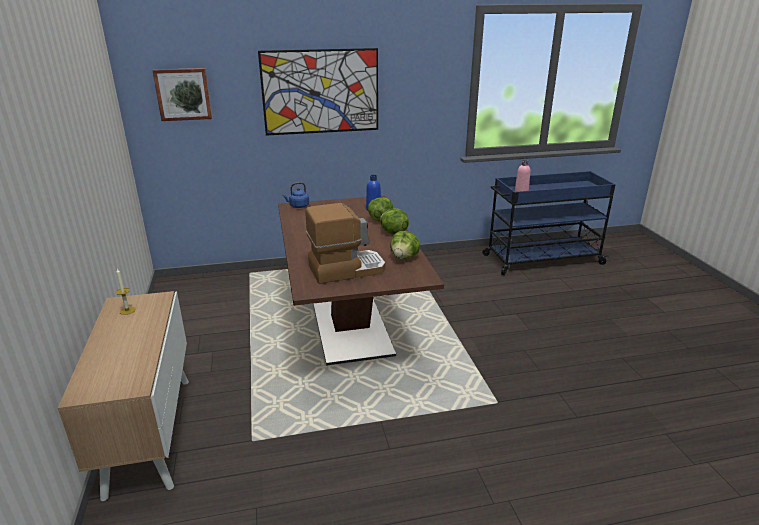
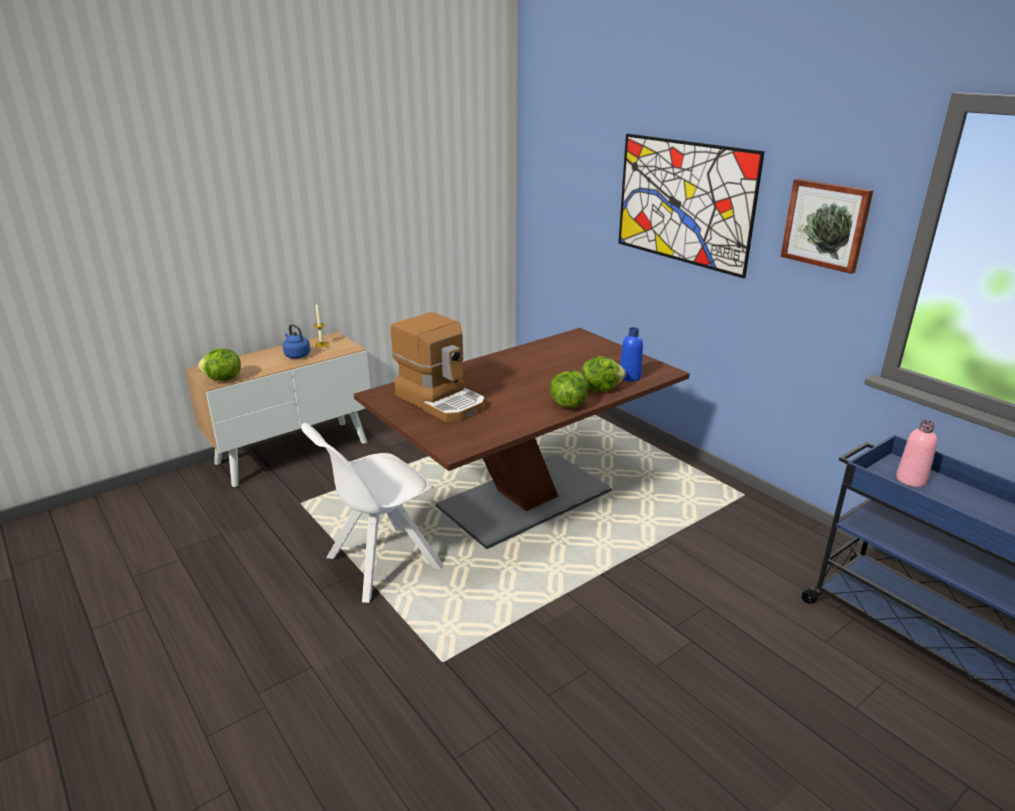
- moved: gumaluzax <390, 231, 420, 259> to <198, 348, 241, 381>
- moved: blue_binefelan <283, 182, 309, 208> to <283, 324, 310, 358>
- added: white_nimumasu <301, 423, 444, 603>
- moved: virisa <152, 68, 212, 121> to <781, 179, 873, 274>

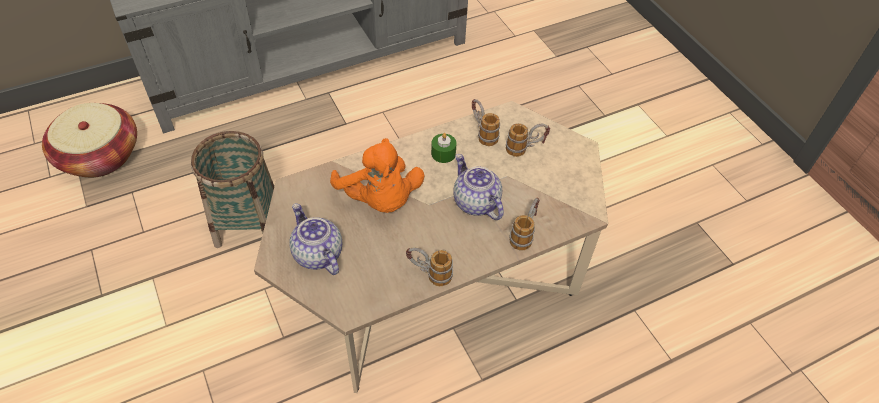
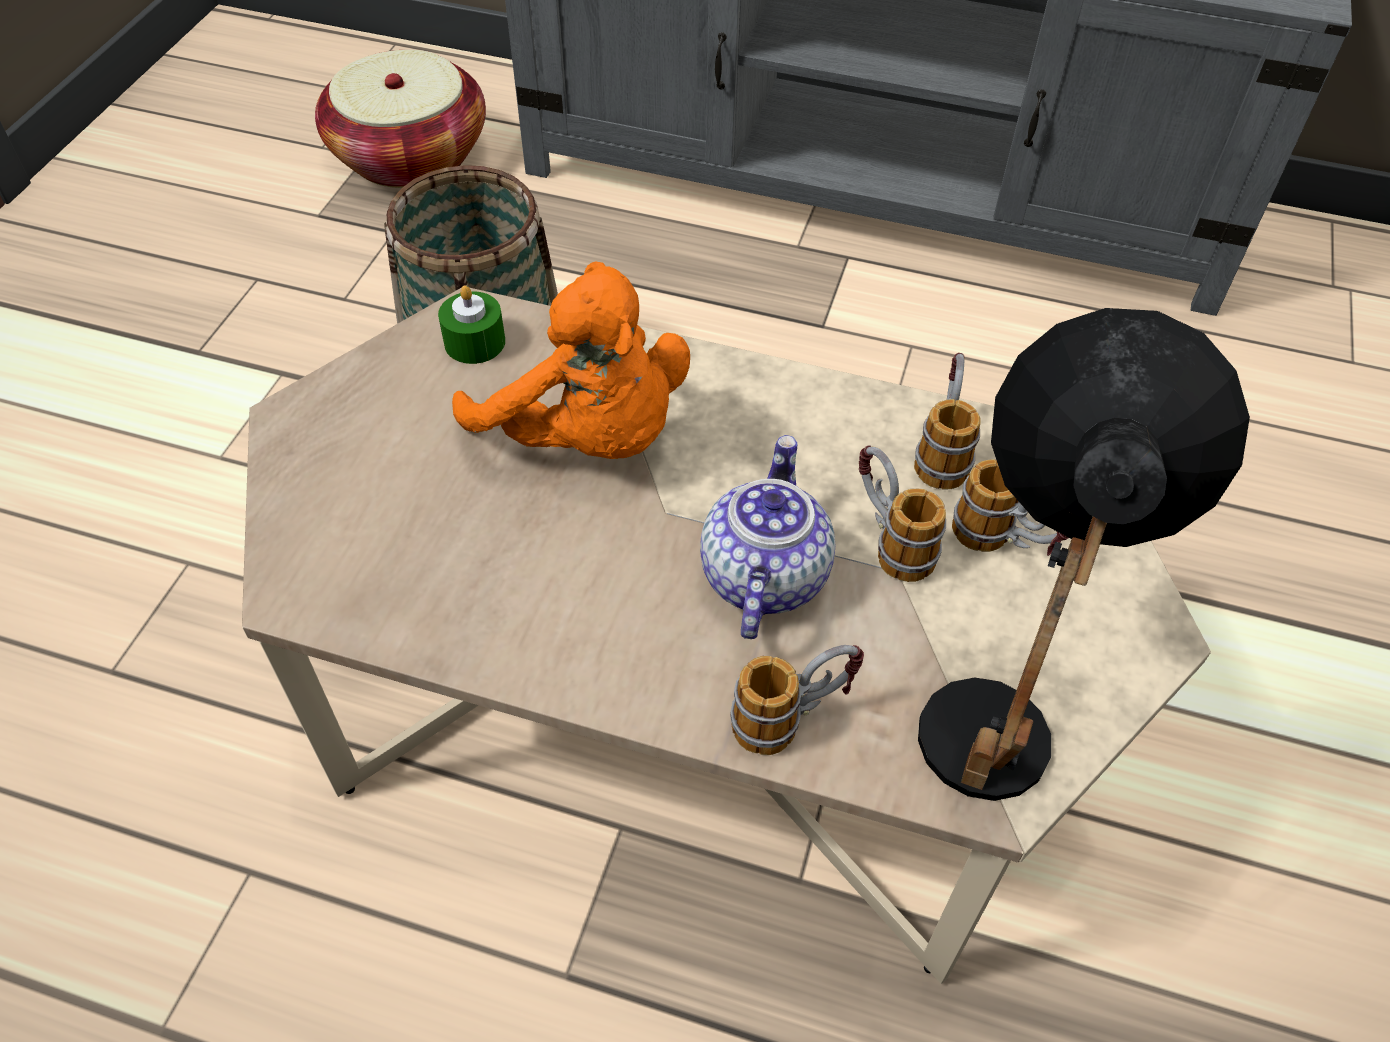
- moved: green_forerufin <431, 133, 457, 163> to <438, 285, 505, 364>
- turned: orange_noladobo <330, 138, 425, 213> = <452, 261, 690, 459> 60 degrees counterclockwise
- moved: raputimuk <406, 247, 453, 287> to <859, 445, 946, 582>
- added: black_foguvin <918, 308, 1250, 801>
- removed: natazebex <289, 203, 342, 275>

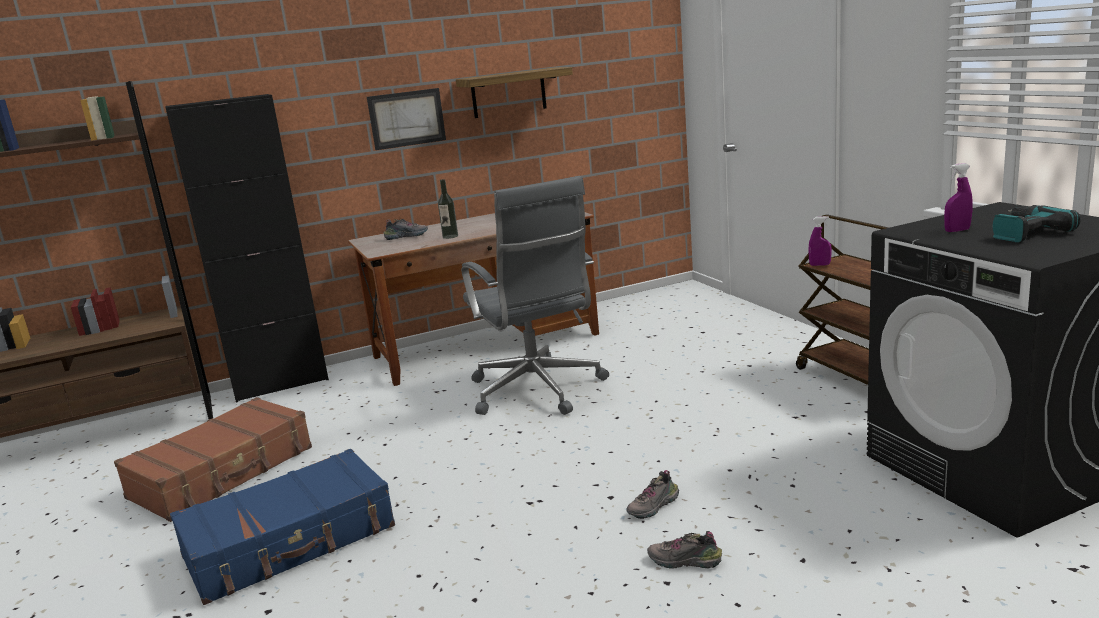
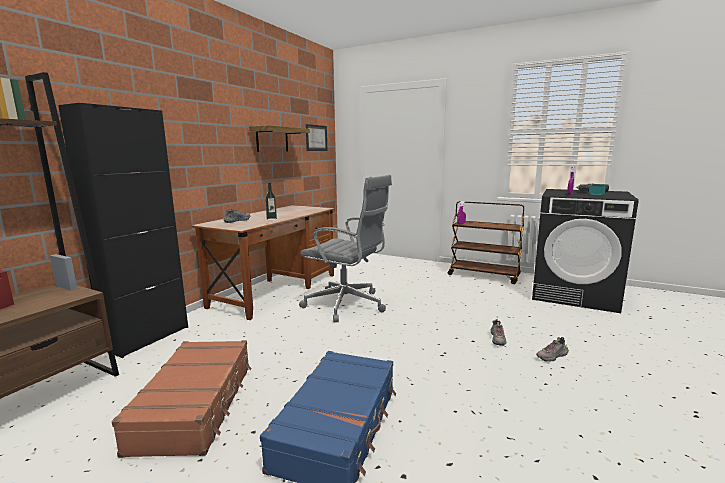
- moved: virisa <367, 88, 446, 150> to <306, 124, 328, 151>

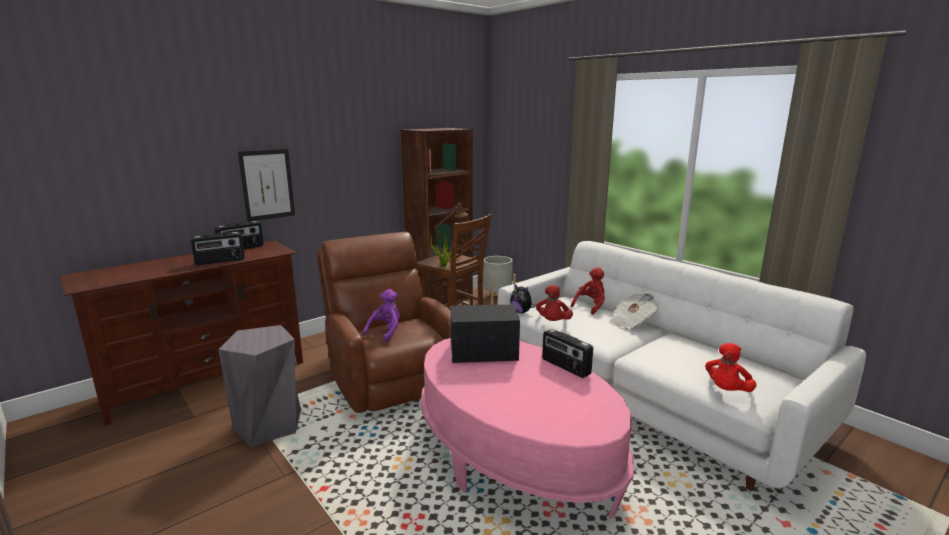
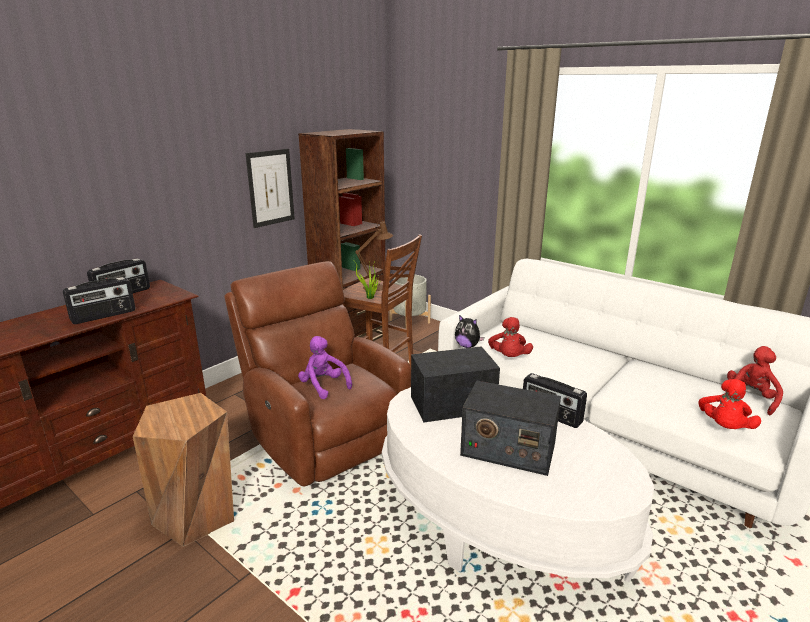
- recoloured: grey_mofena <218, 325, 301, 447> to brown_mofena <133, 393, 234, 547>
- moved: virisa <238, 149, 295, 221> to <246, 149, 295, 228>
- turned: purple_noladobo <363, 289, 400, 343> = <298, 336, 352, 399> 60 degrees counterclockwise
- recoloured: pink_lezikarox <420, 338, 634, 518> to white_lezikarox <382, 387, 654, 582>
- added: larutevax <460, 381, 561, 476>
- moved: red_noladobo <571, 267, 605, 314> to <727, 346, 783, 415>
- removed: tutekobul <609, 293, 659, 328>

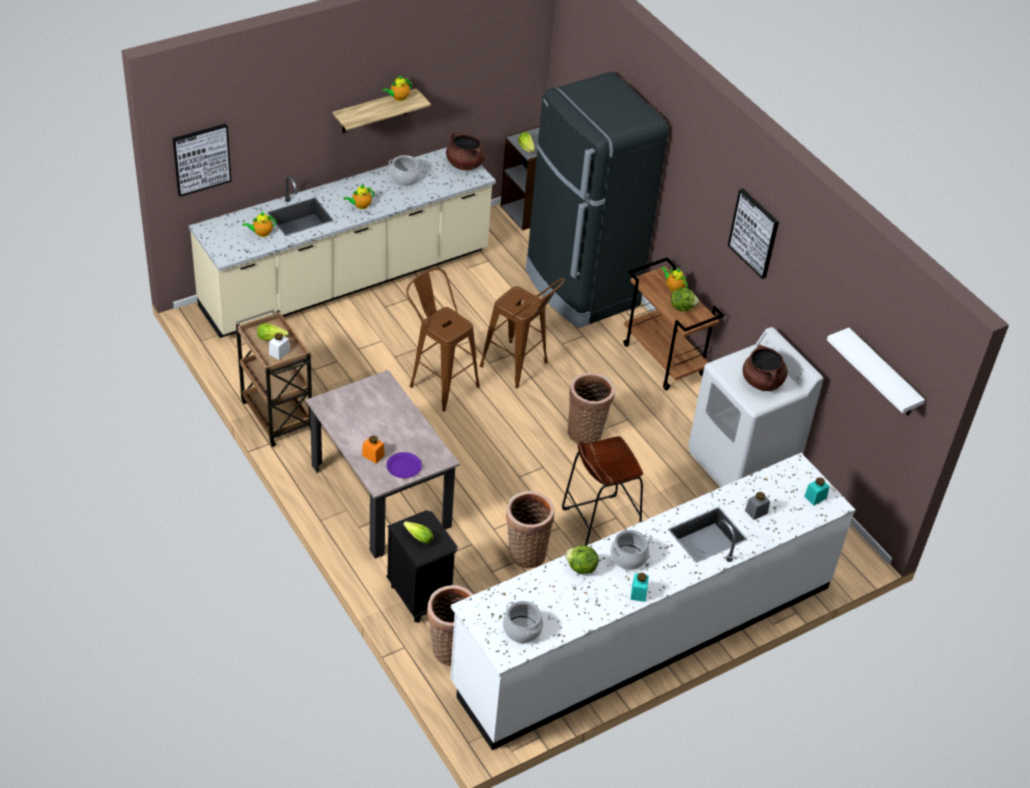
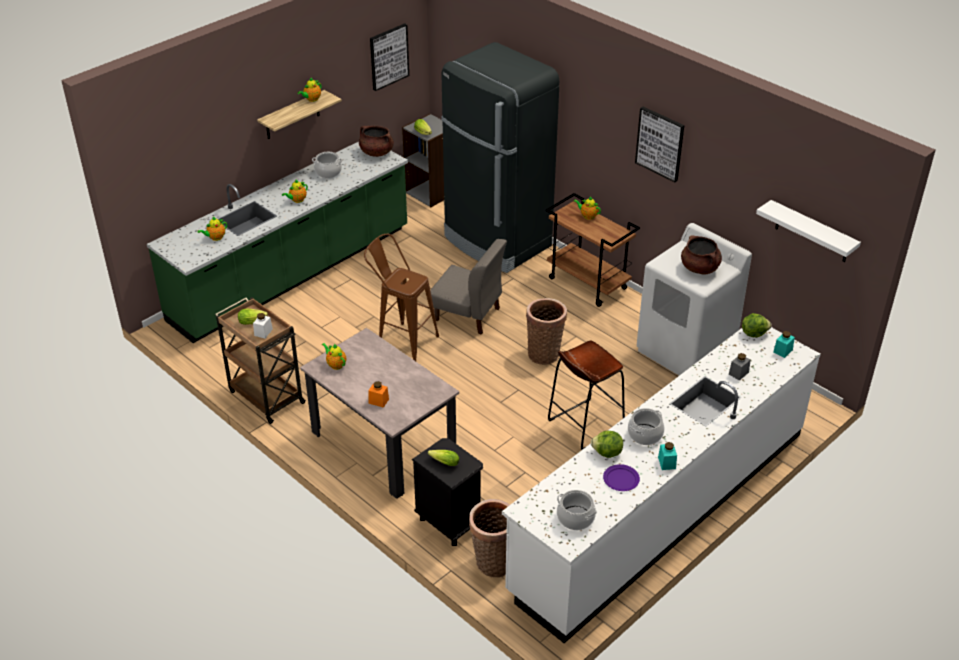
- recoloured: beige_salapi <189, 148, 496, 338> to green_salapi <147, 142, 408, 343>
- added: natazebex <322, 343, 346, 370>
- moved: virisa <173, 124, 232, 197> to <370, 23, 409, 91>
- replaced: brown_mofena <480, 278, 565, 388> to grey_nimumasu <430, 239, 507, 335>
- moved: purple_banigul <386, 452, 422, 478> to <603, 464, 640, 491>
- moved: gumaluzax <671, 287, 699, 311> to <742, 313, 772, 337>
- removed: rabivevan <506, 491, 554, 569>

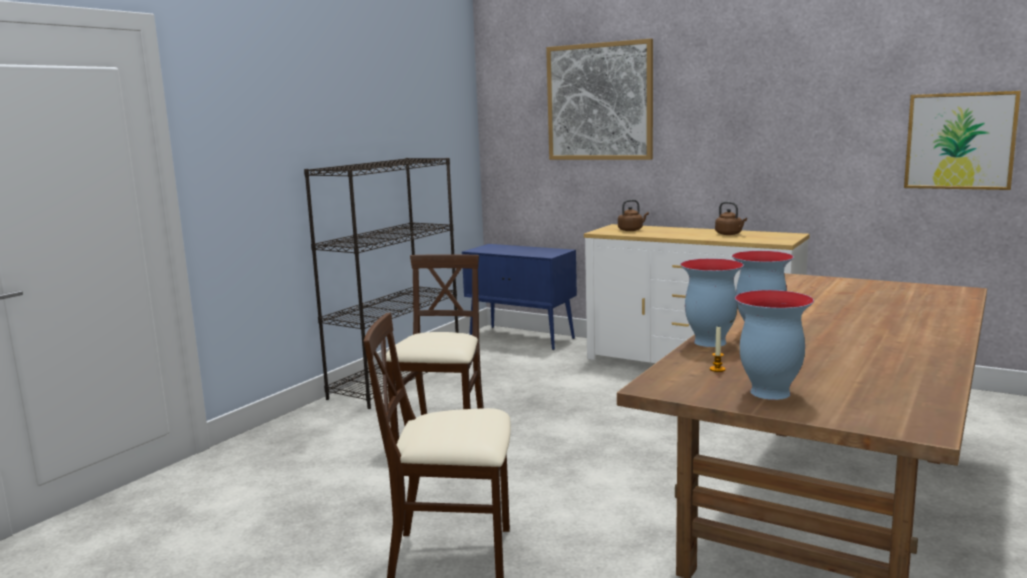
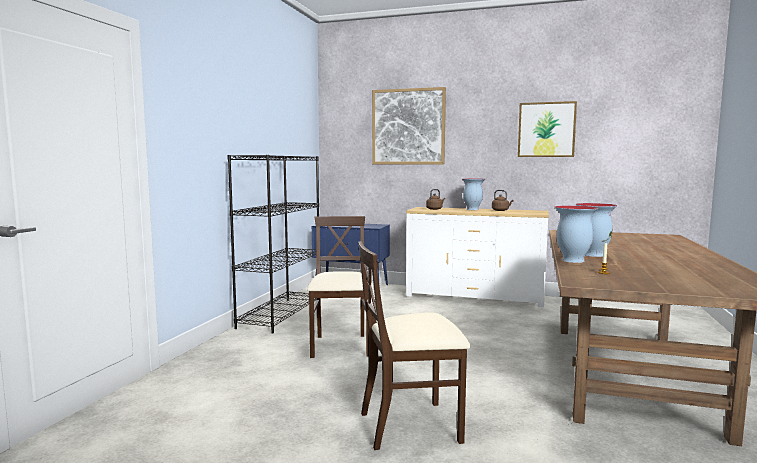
- moved: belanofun <735, 290, 814, 400> to <462, 178, 485, 210>
- moved: virisa <904, 91, 1021, 190> to <518, 101, 577, 157>

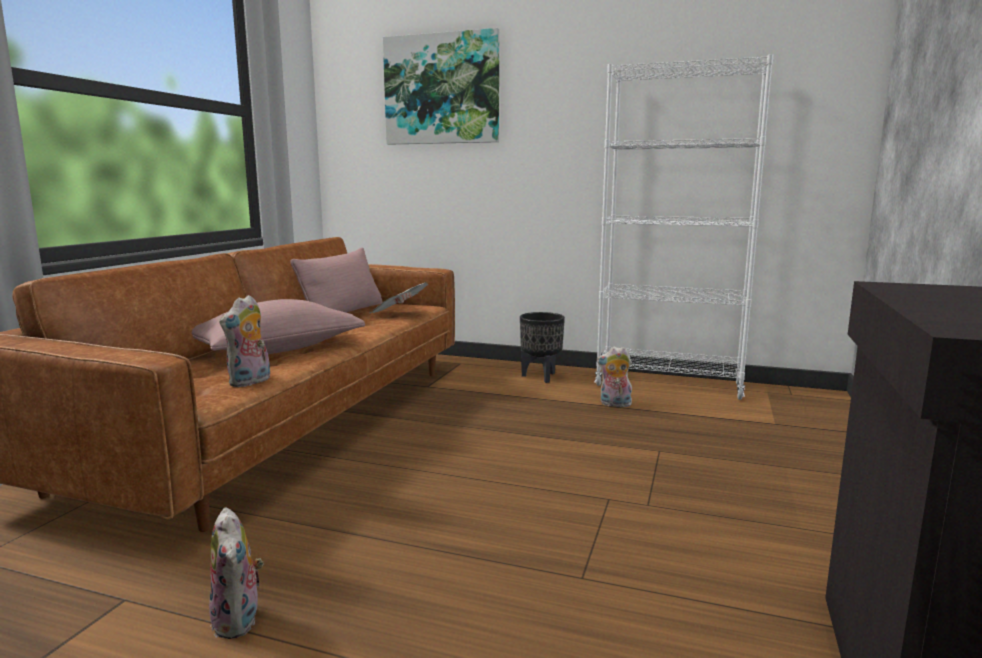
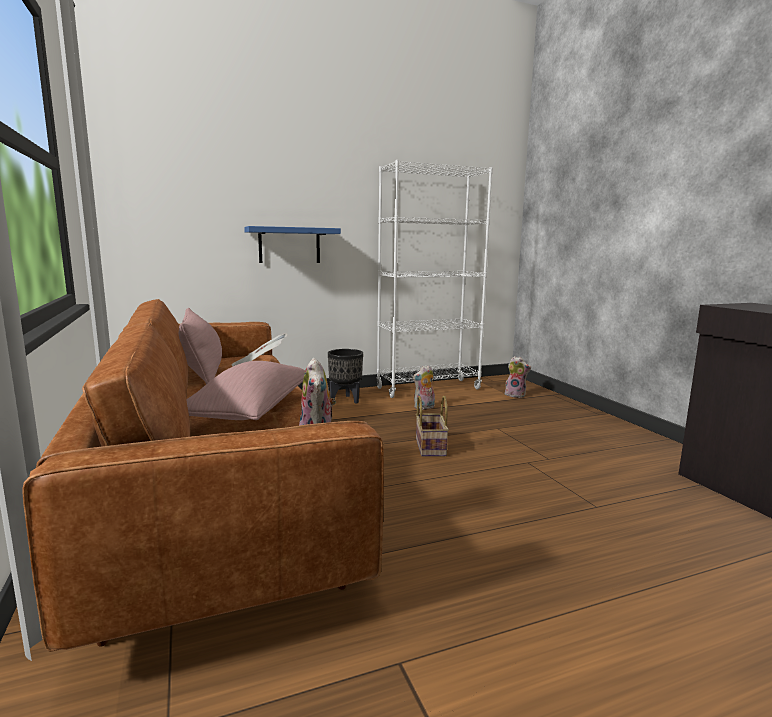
- added: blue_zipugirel <244, 226, 341, 263>
- added: rabivevan <416, 396, 449, 457>
- moved: noladobo <209, 507, 264, 639> to <505, 356, 531, 398>
- removed: virisa <383, 28, 499, 145>

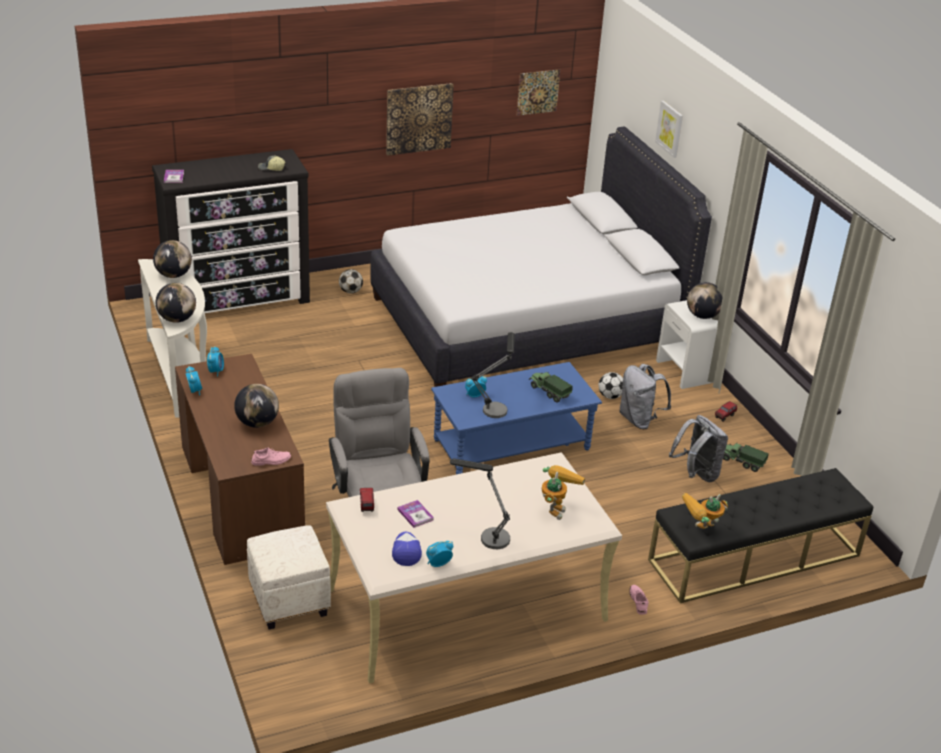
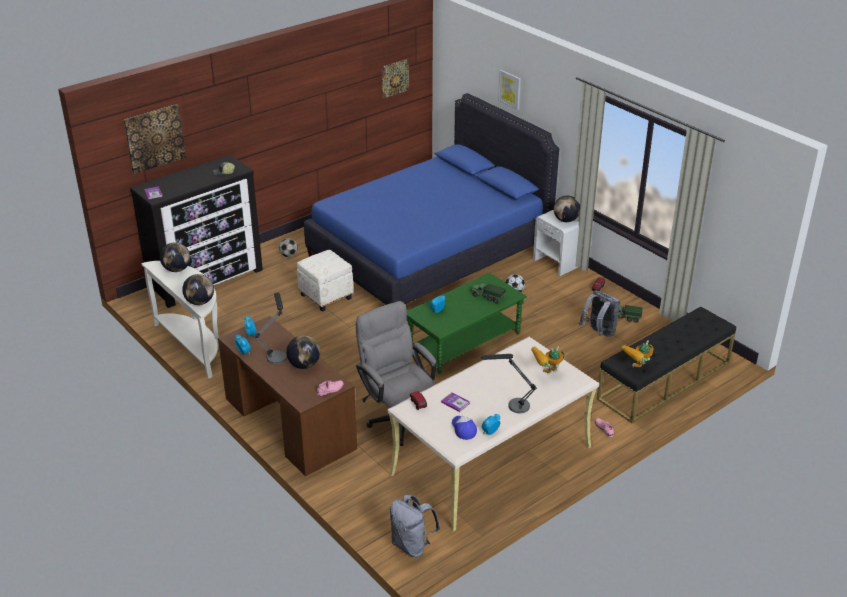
- moved: virisa <386, 83, 454, 155> to <123, 104, 186, 174>
- moved: foguvin <471, 332, 515, 418> to <253, 293, 287, 364>
- moved: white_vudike <247, 525, 331, 630> to <297, 250, 354, 312>
- recoloured: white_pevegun <370, 127, 712, 387> to blue_pevegun <304, 93, 559, 305>
- moved: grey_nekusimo <619, 364, 671, 429> to <390, 494, 440, 557>
- recoloured: blue_lezikarox <431, 362, 602, 475> to green_lezikarox <407, 273, 527, 374>
- turned: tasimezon <542, 465, 585, 520> = <531, 346, 566, 373> 120 degrees counterclockwise

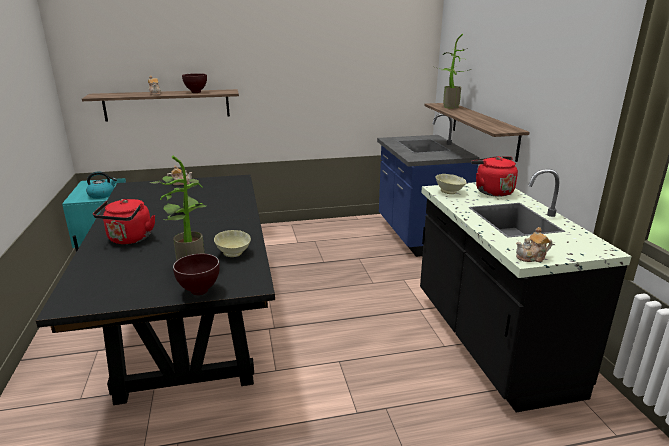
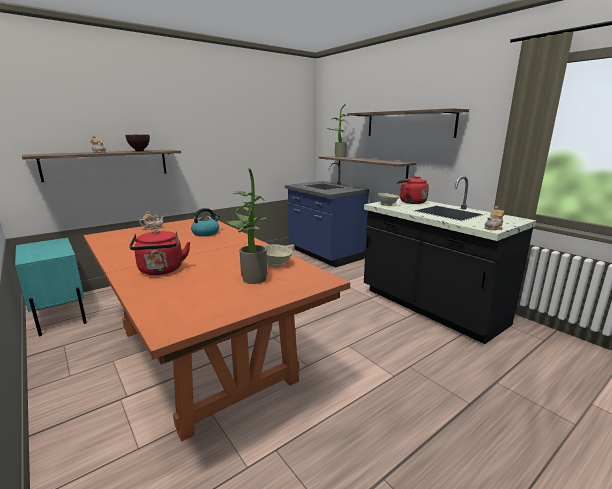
- recoloured: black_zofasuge <36, 175, 275, 405> to orange_zofasuge <84, 216, 350, 442>
- moved: binefelan <86, 171, 117, 199> to <191, 208, 220, 237>
- added: zipugirel <347, 108, 469, 138>
- removed: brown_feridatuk <173, 254, 220, 295>

